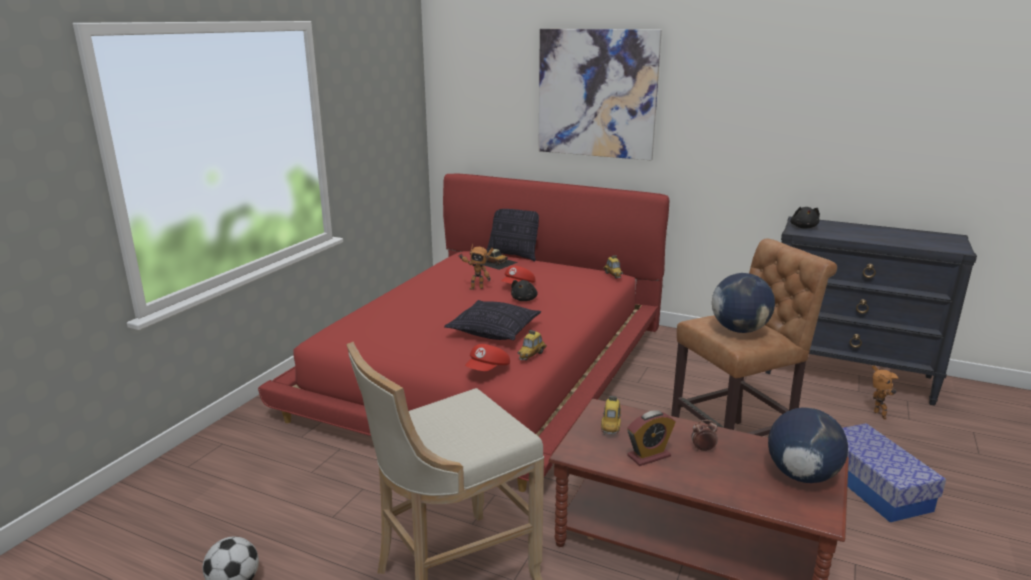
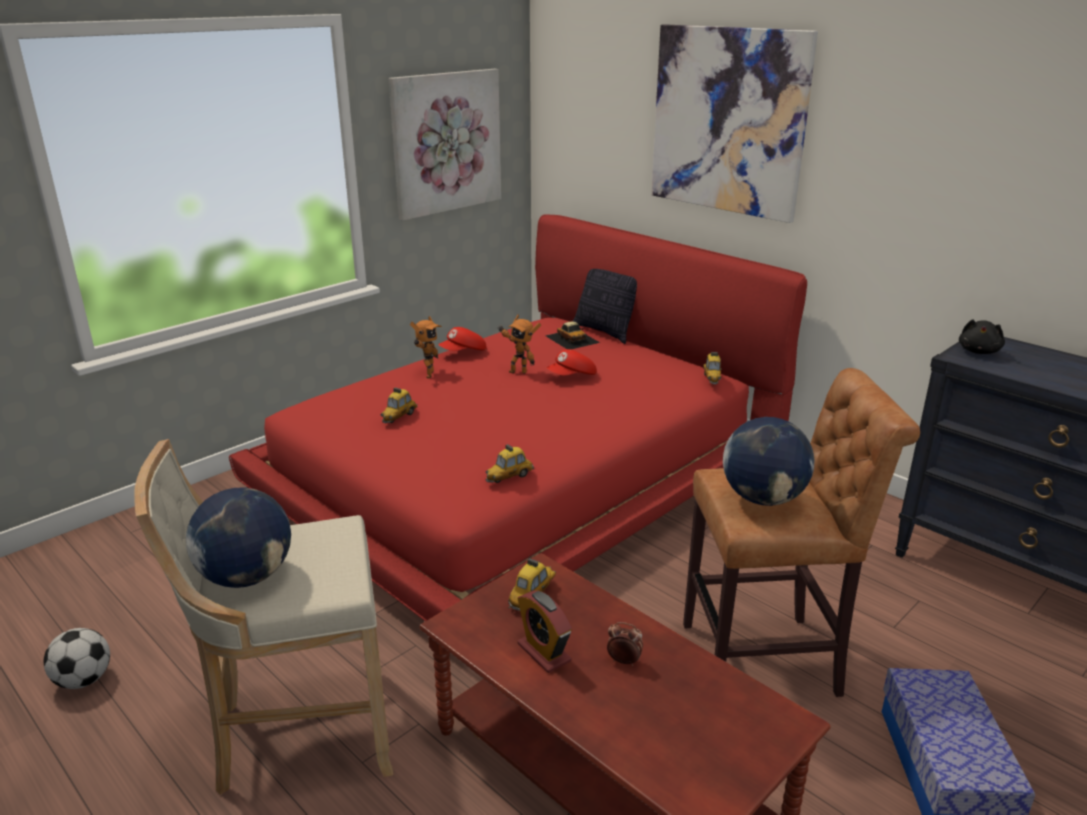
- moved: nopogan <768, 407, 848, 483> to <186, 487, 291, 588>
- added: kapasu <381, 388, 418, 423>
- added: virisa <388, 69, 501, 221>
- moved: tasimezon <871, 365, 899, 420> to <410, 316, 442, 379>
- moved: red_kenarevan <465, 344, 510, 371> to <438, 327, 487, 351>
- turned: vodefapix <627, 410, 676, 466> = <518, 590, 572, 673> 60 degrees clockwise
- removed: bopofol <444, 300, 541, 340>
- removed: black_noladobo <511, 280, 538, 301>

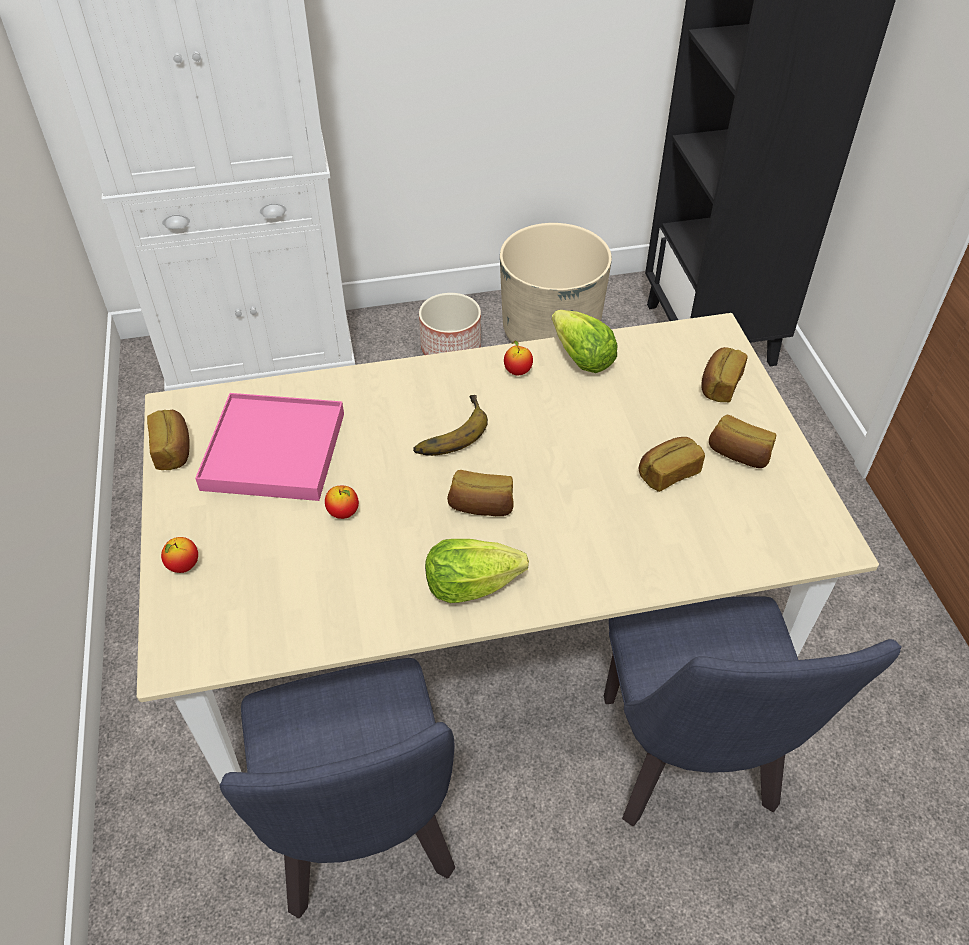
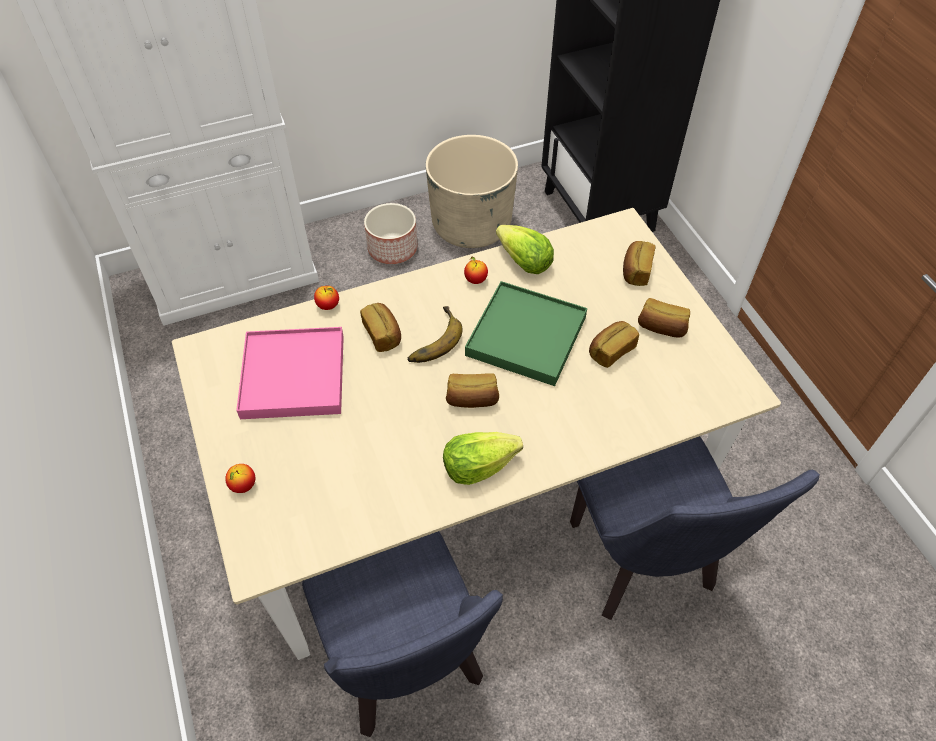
- moved: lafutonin <325, 486, 359, 519> to <314, 286, 339, 310>
- moved: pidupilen <147, 410, 190, 470> to <360, 303, 401, 352>
- added: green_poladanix <465, 281, 587, 386>

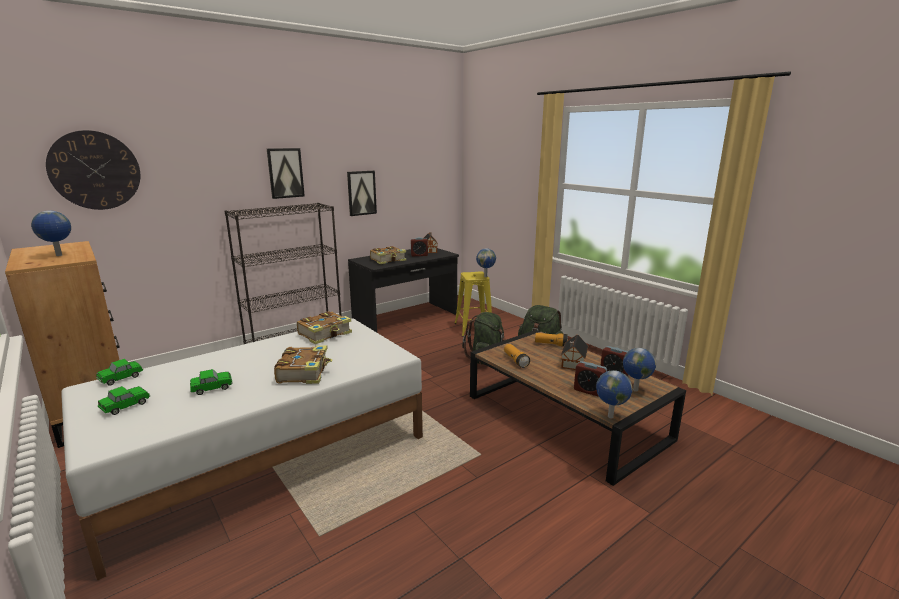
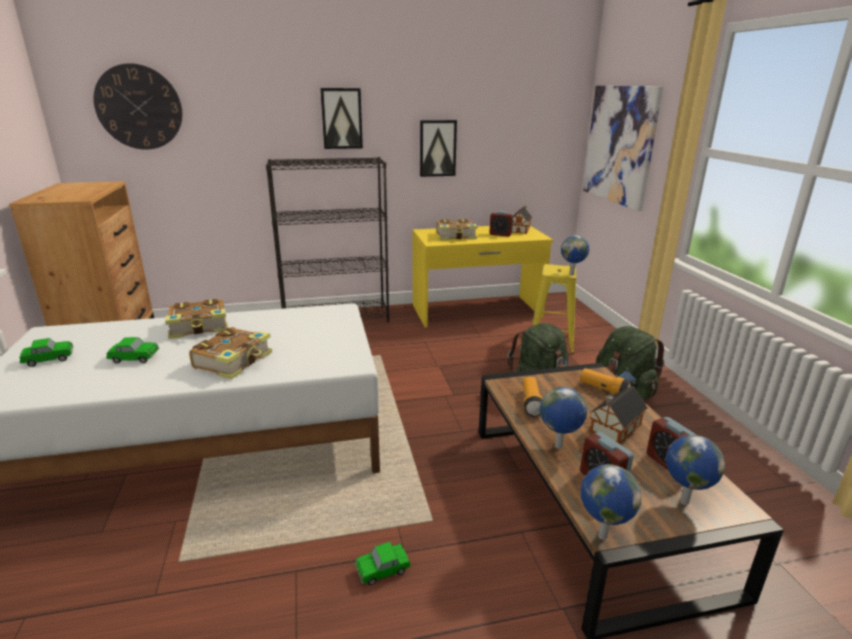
- moved: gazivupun <297, 311, 352, 344> to <165, 299, 228, 339>
- moved: kapasu <96, 359, 143, 386> to <355, 542, 411, 585>
- recoloured: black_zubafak <348, 248, 459, 332> to yellow_zubafak <413, 226, 553, 327>
- moved: nopogan <31, 211, 71, 256> to <540, 387, 587, 449>
- added: virisa <583, 86, 663, 211>

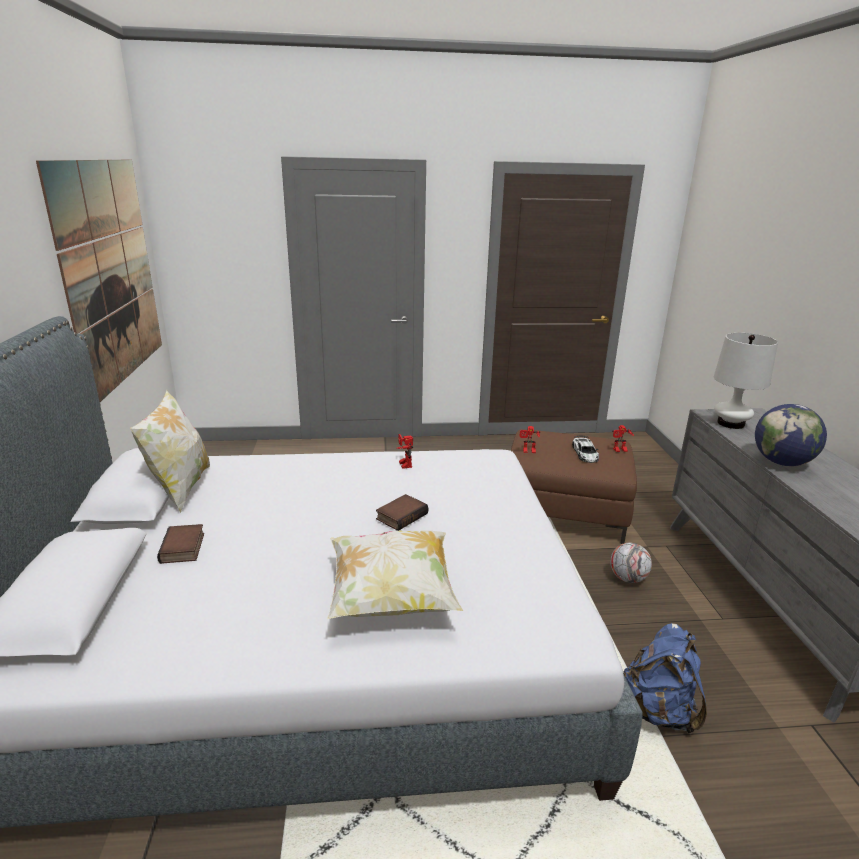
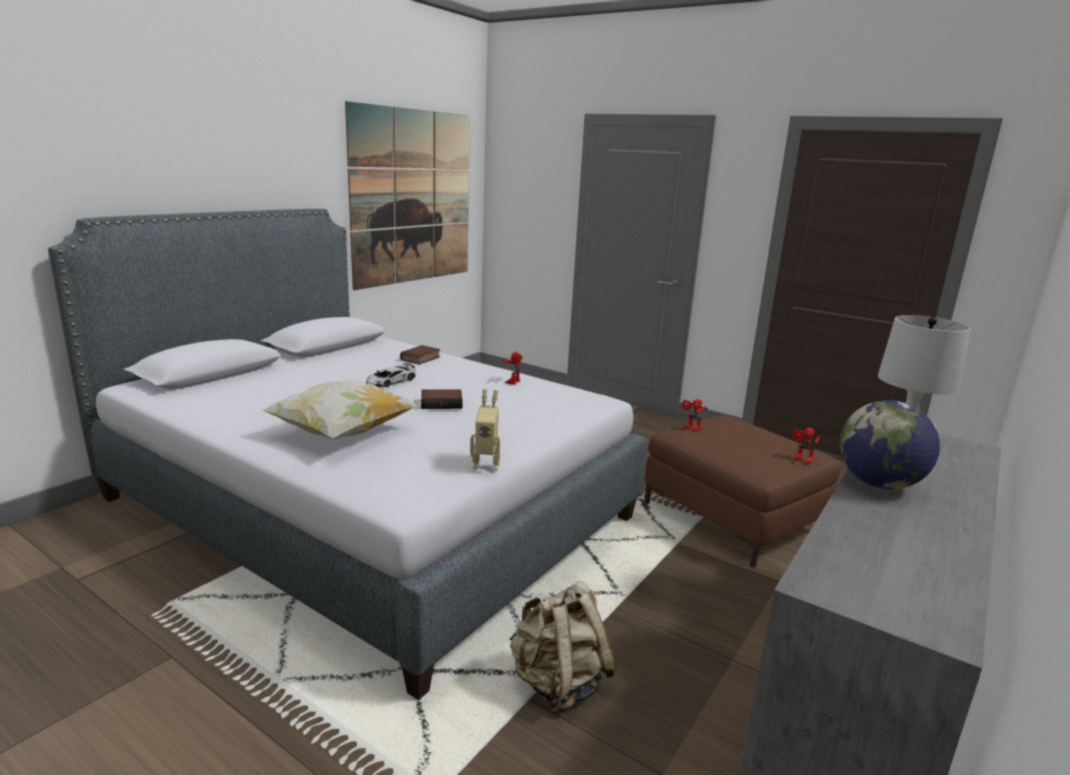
- moved: kapasu <572, 436, 599, 463> to <366, 364, 416, 387>
- moved: gazivupun <157, 524, 204, 564> to <400, 345, 440, 365>
- added: tasimezon <470, 389, 500, 471>
- recoloured: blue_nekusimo <623, 623, 707, 734> to beige_nekusimo <509, 581, 617, 712>
- removed: bopofol <130, 389, 210, 513>
- removed: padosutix <610, 543, 652, 583>

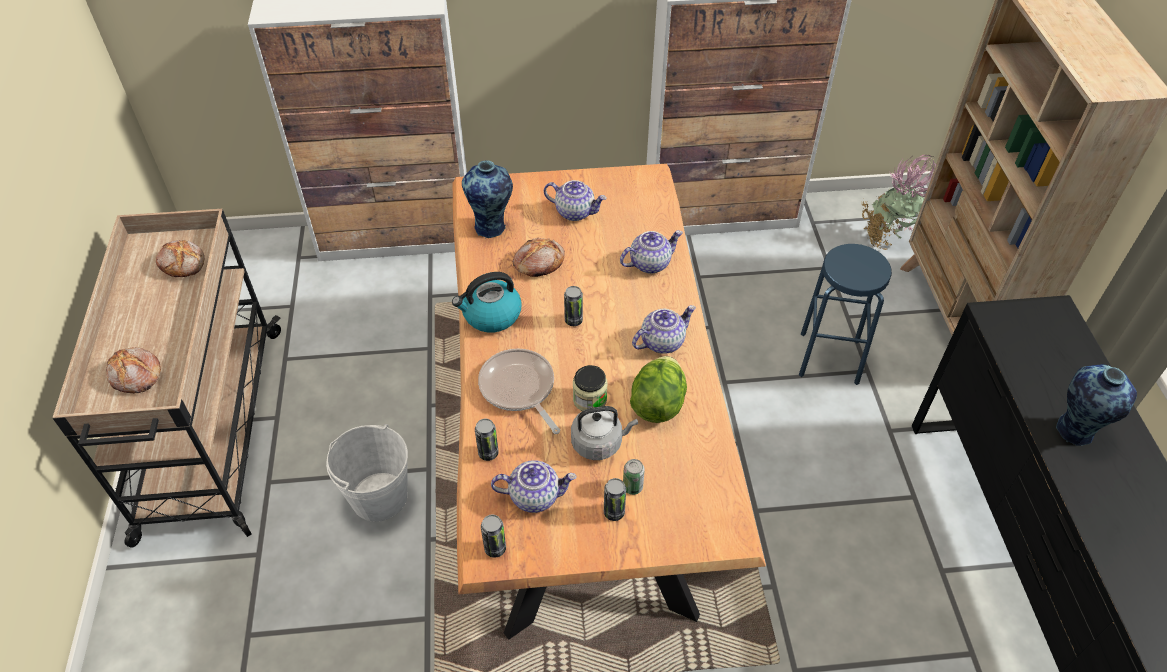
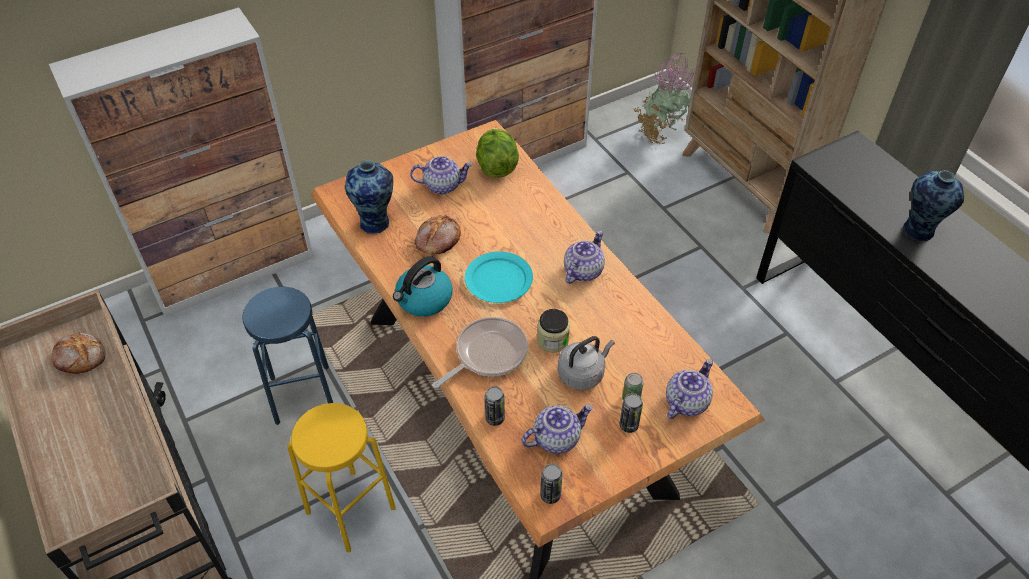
- moved: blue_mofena <799, 244, 892, 385> to <242, 287, 333, 425>
- replaced: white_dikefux <326, 424, 408, 522> to yellow_mofena <287, 403, 396, 552>
- turned: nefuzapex <478, 348, 560, 434> = <432, 317, 528, 388> 105 degrees clockwise
- replaced: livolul <564, 286, 583, 326> to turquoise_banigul <465, 251, 533, 303>
- moved: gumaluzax <630, 356, 687, 423> to <476, 128, 519, 178>
- moved: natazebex <620, 230, 683, 274> to <666, 359, 713, 419>
- removed: pidupilen <106, 347, 161, 393>

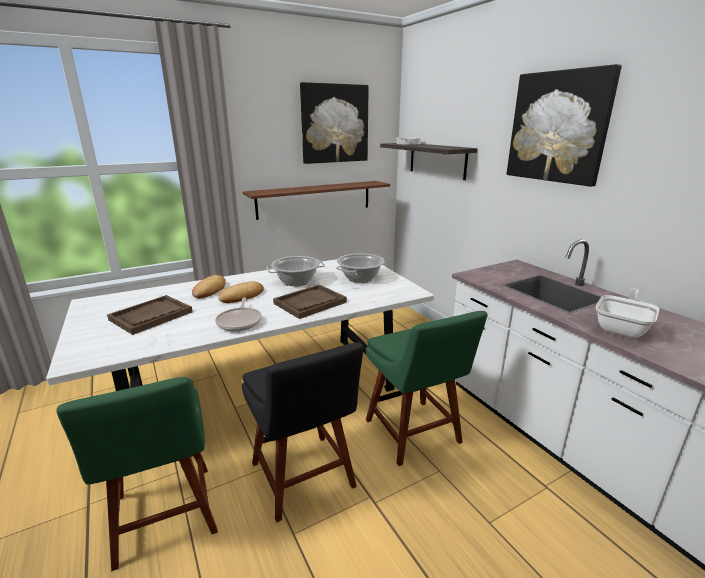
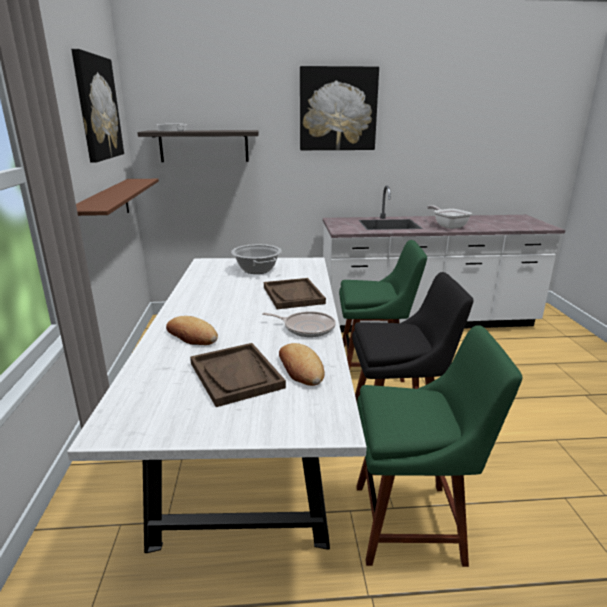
- moved: pidupilen <218, 281, 264, 303> to <279, 343, 325, 386>
- removed: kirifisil <266, 256, 325, 286>

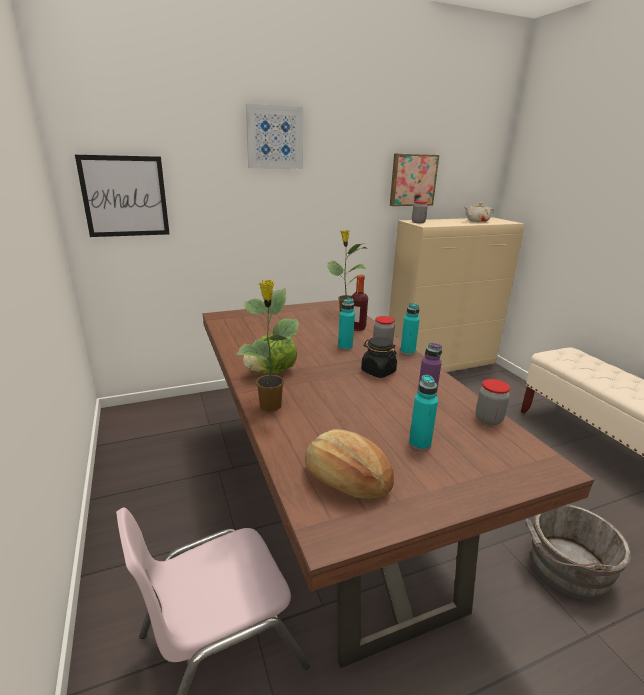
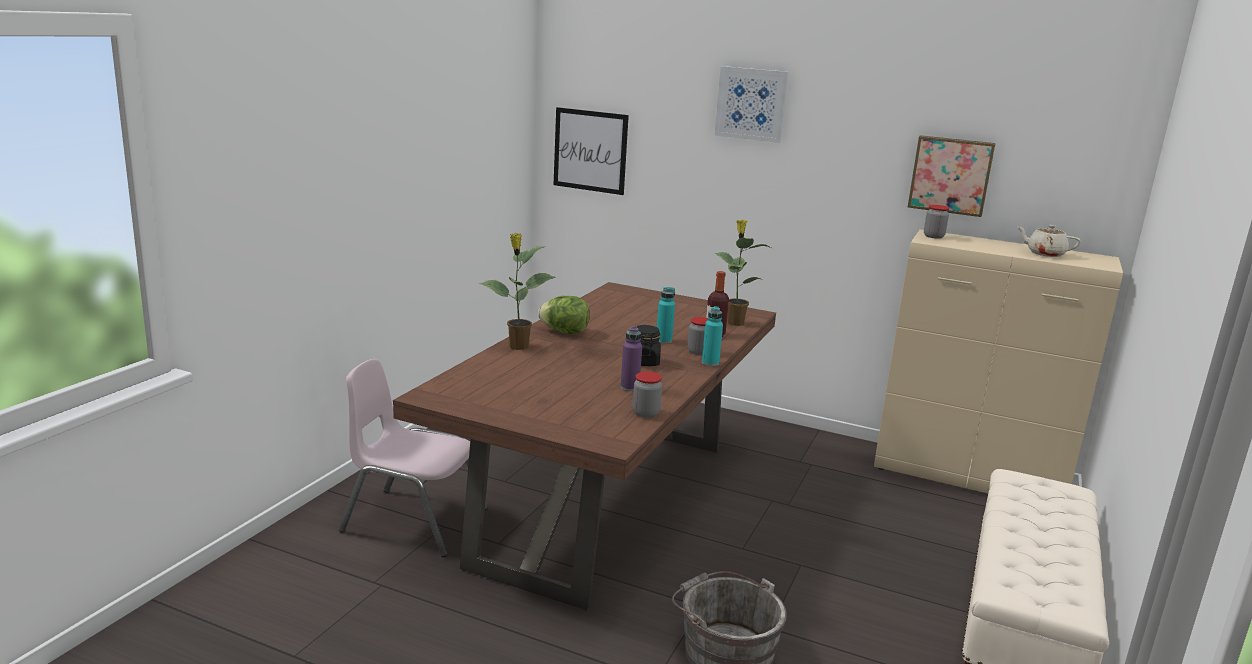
- removed: pidupilen <305, 429, 394, 499>
- removed: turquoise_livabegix <409, 375, 438, 451>

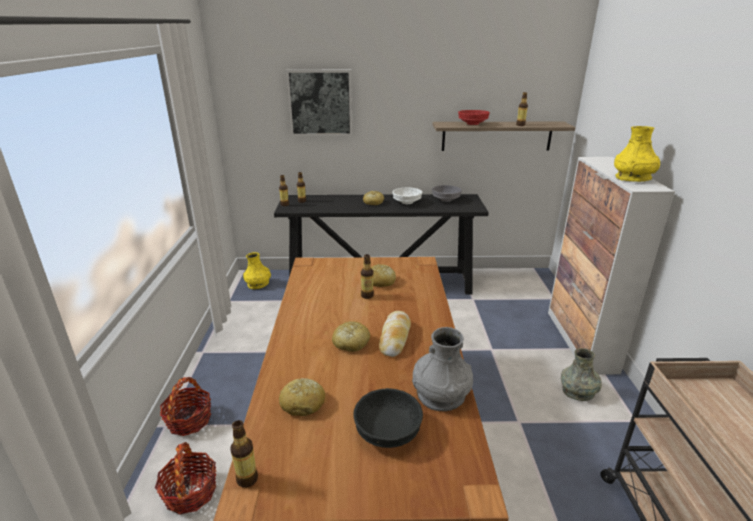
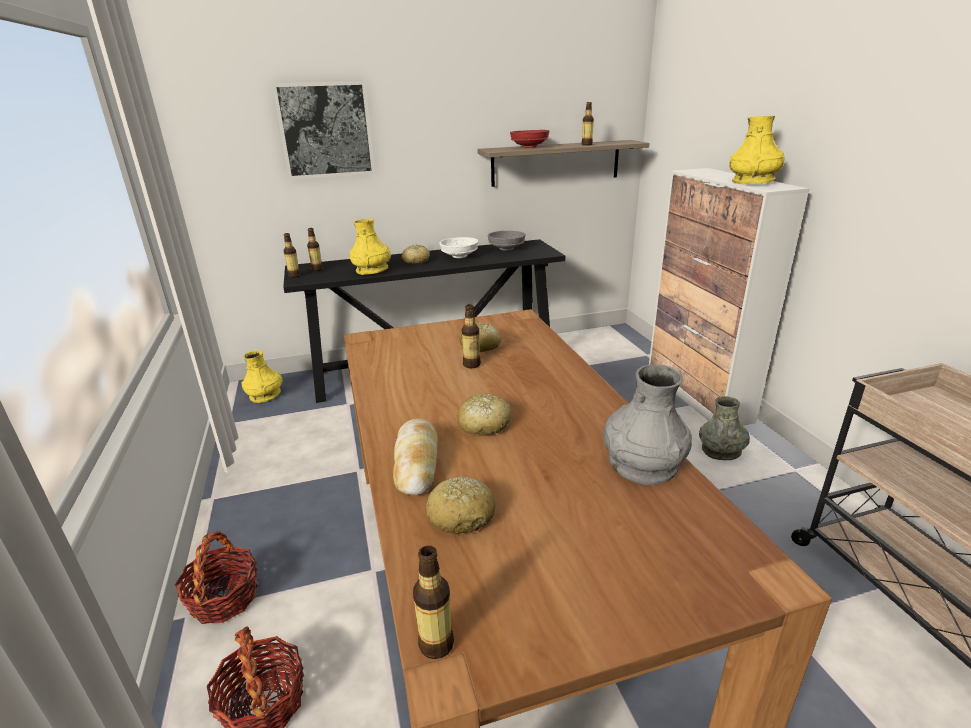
- added: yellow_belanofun <350, 219, 391, 275>
- moved: pidupilen <379, 311, 411, 357> to <393, 419, 438, 495>
- removed: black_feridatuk <353, 388, 423, 448>

